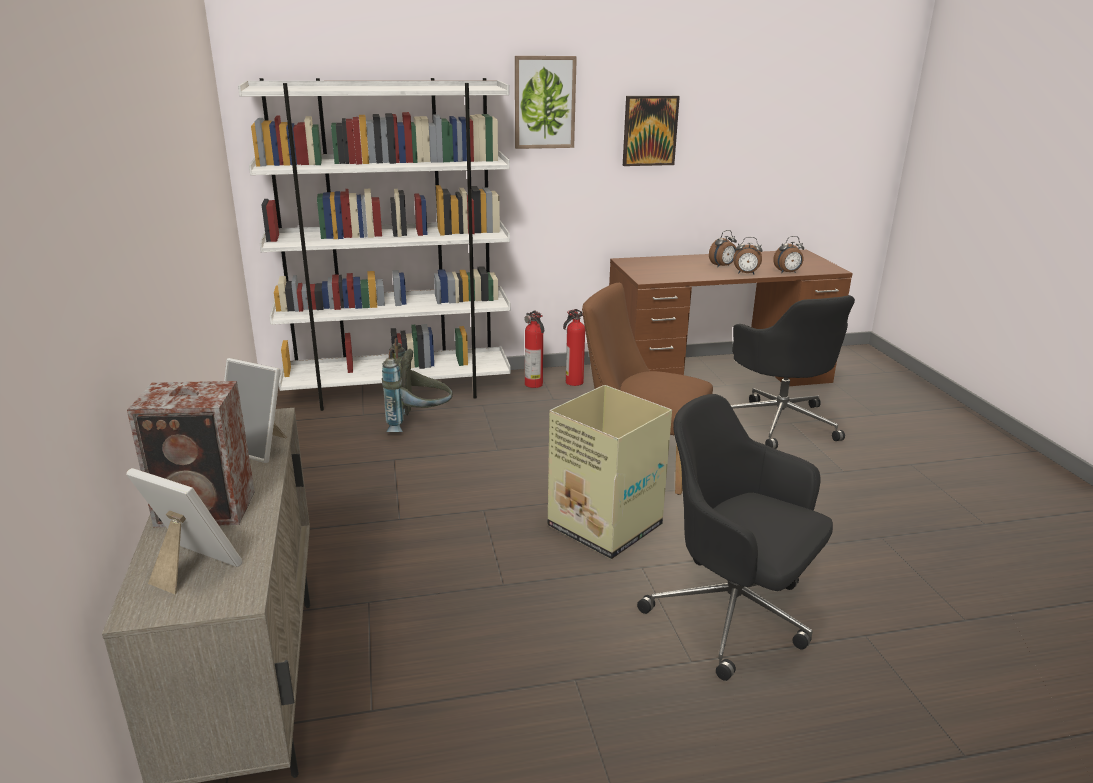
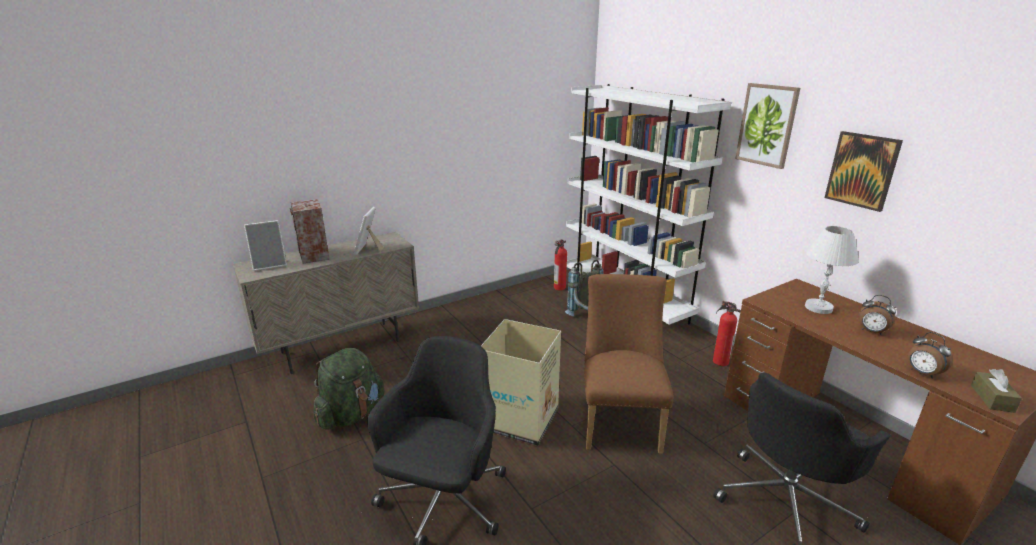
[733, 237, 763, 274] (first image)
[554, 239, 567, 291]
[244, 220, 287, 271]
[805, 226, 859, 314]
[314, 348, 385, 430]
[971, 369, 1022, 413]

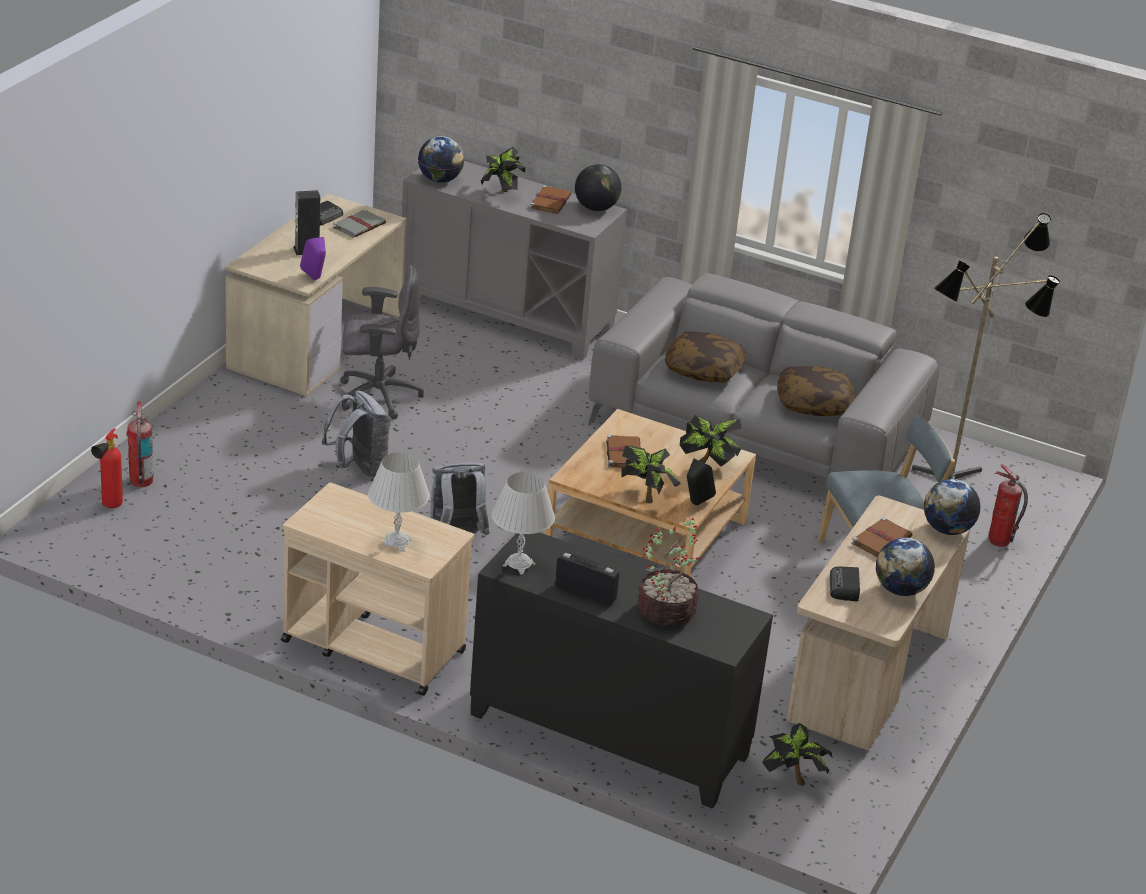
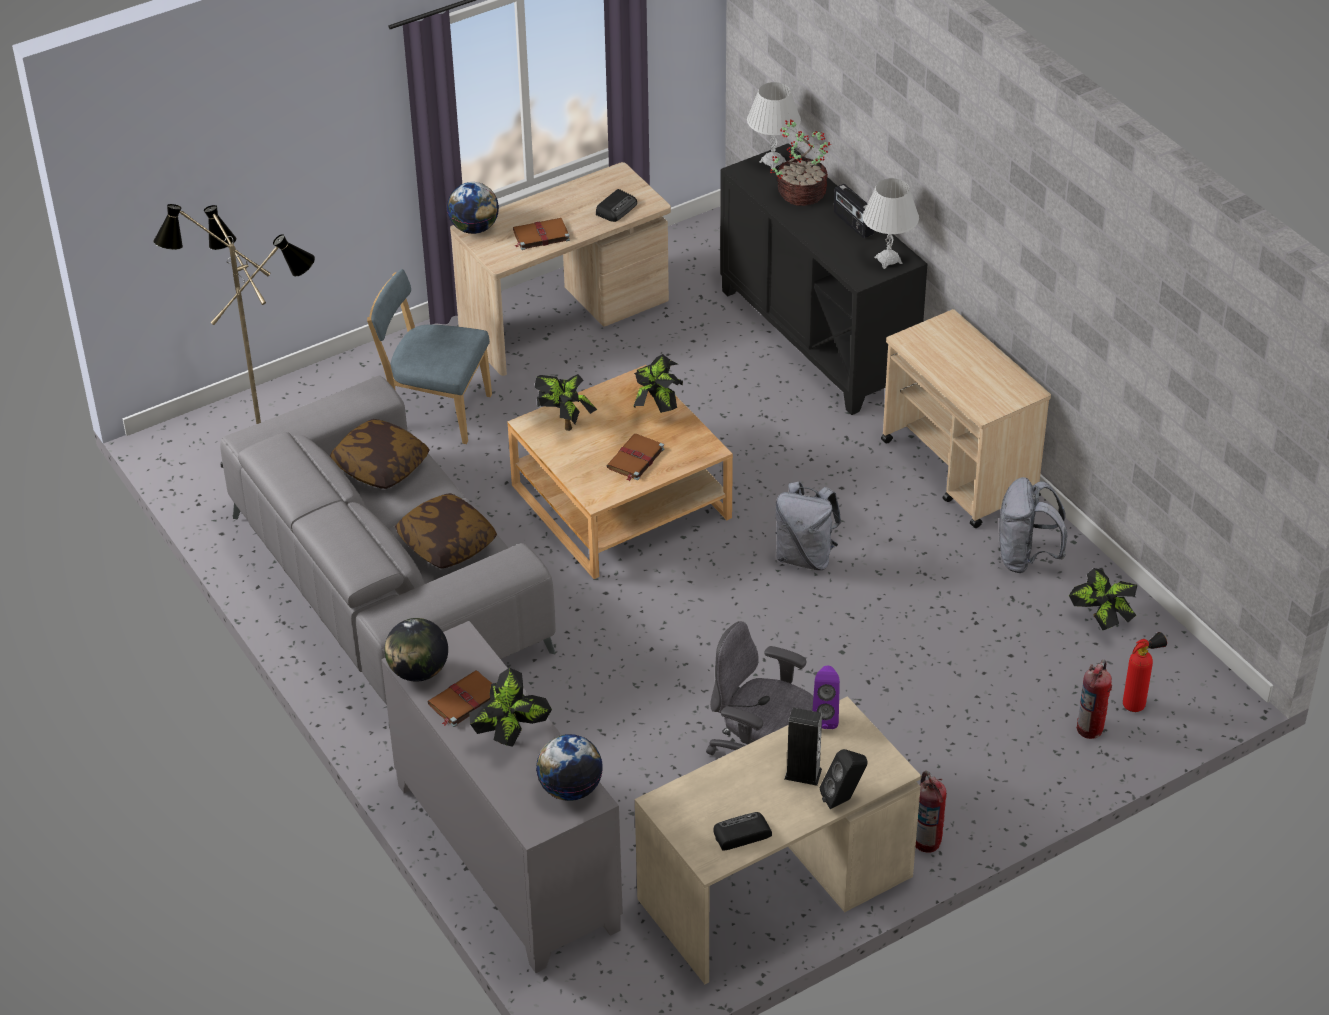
[333, 209, 386, 238] (first image)
[999, 477, 1067, 573]
[747, 82, 801, 169]
[820, 749, 867, 809]
[915, 771, 947, 853]
[876, 538, 935, 596] (first image)
[1069, 568, 1137, 630]

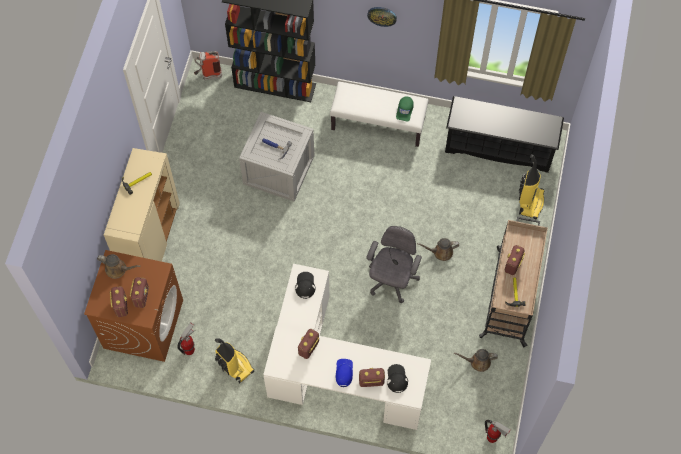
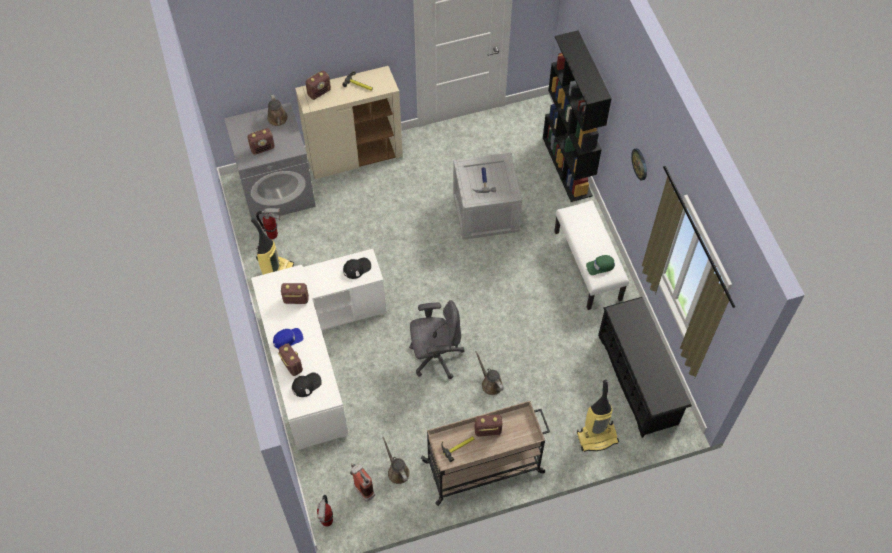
[350, 463, 375, 502]
[224, 102, 316, 222]
[305, 71, 331, 100]

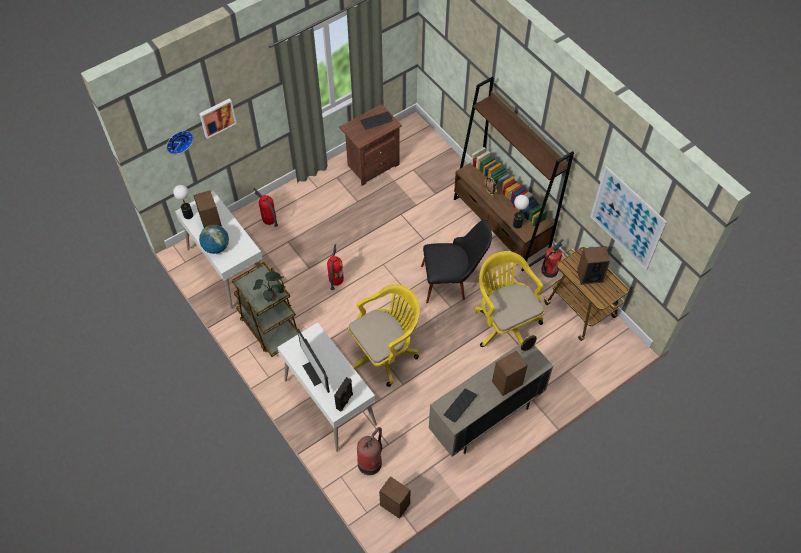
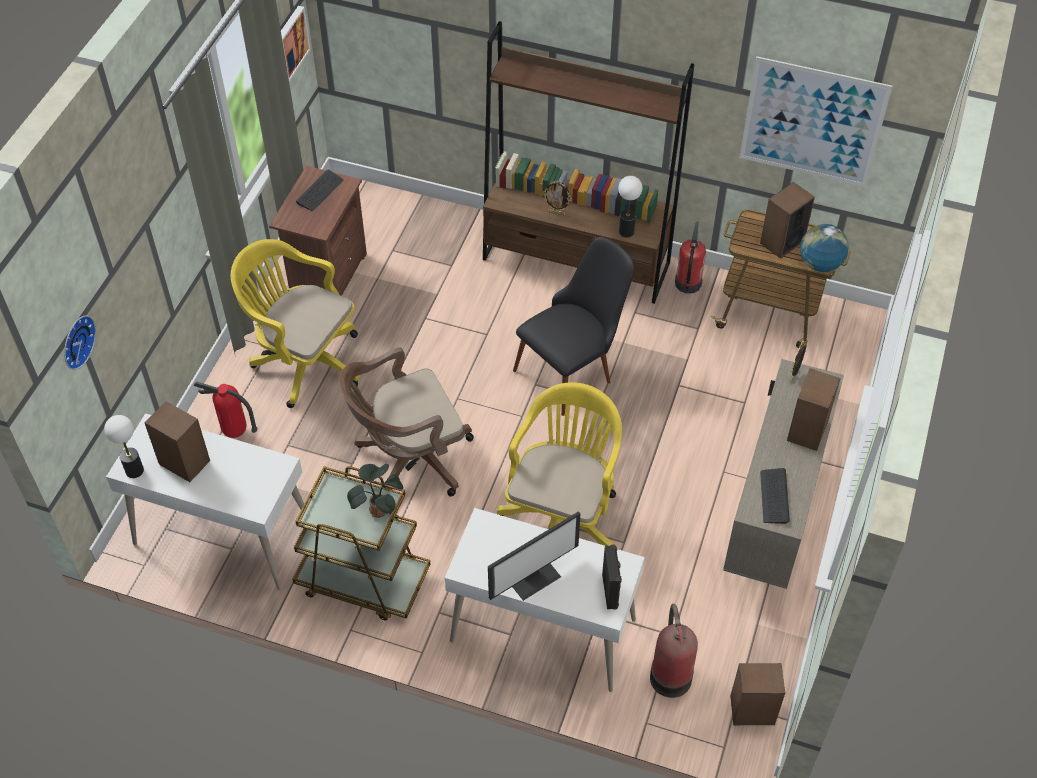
[281, 6, 311, 82]
[800, 224, 849, 272]
[339, 347, 474, 497]
[231, 239, 360, 408]
[488, 511, 581, 601]

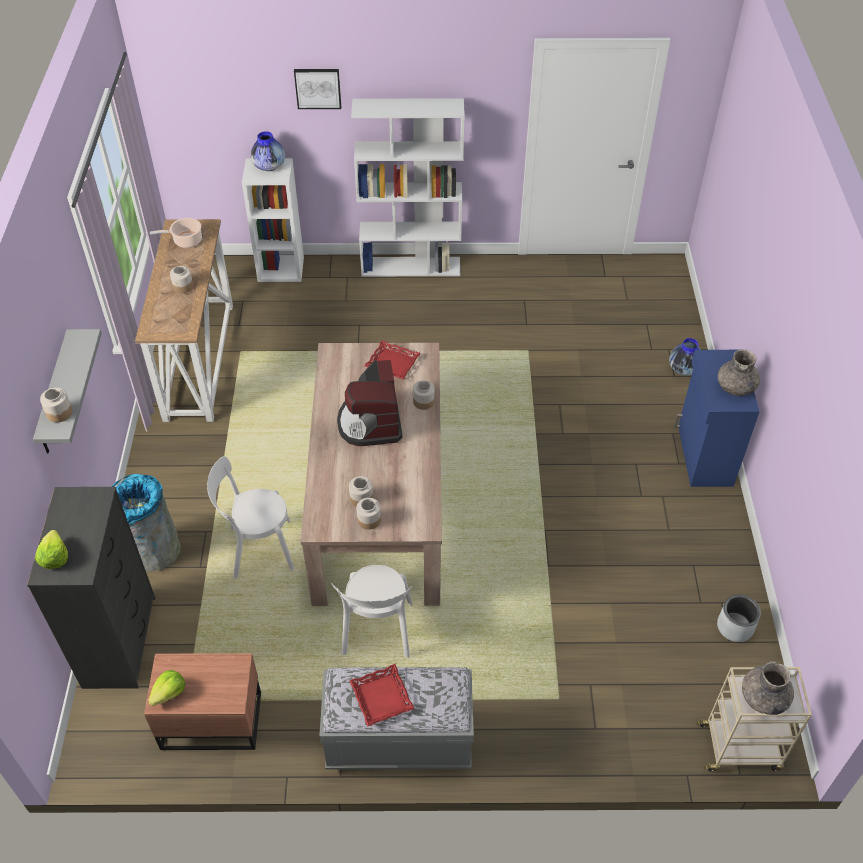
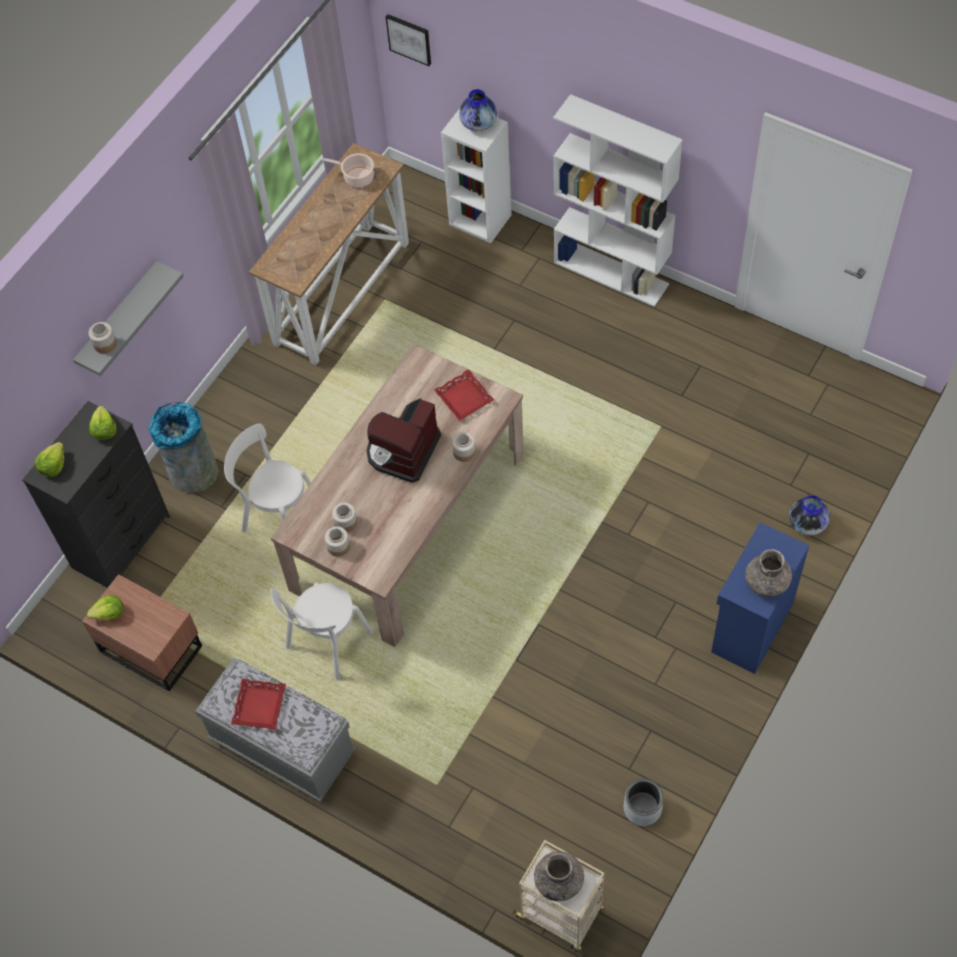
[386, 14, 431, 66]
[170, 266, 193, 293] (first image)
[89, 406, 116, 440]

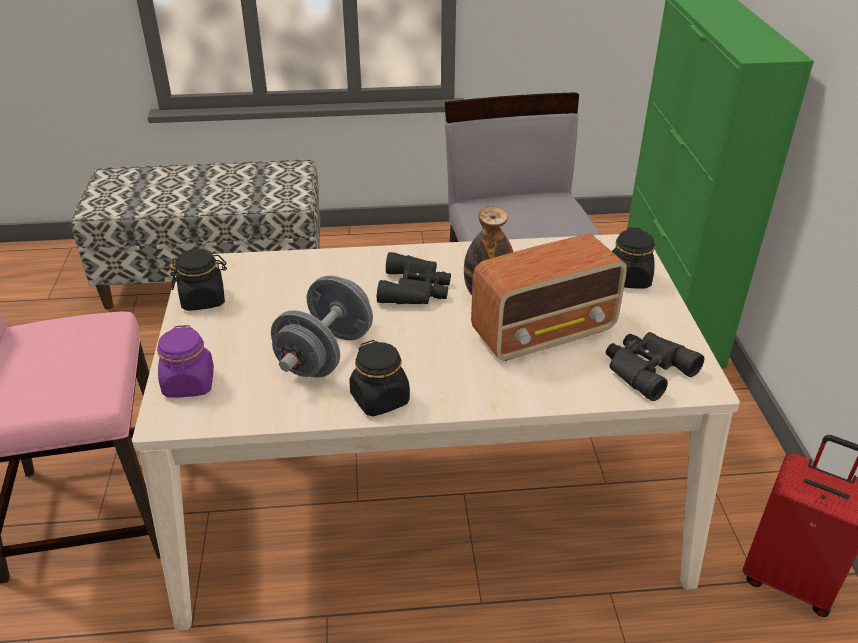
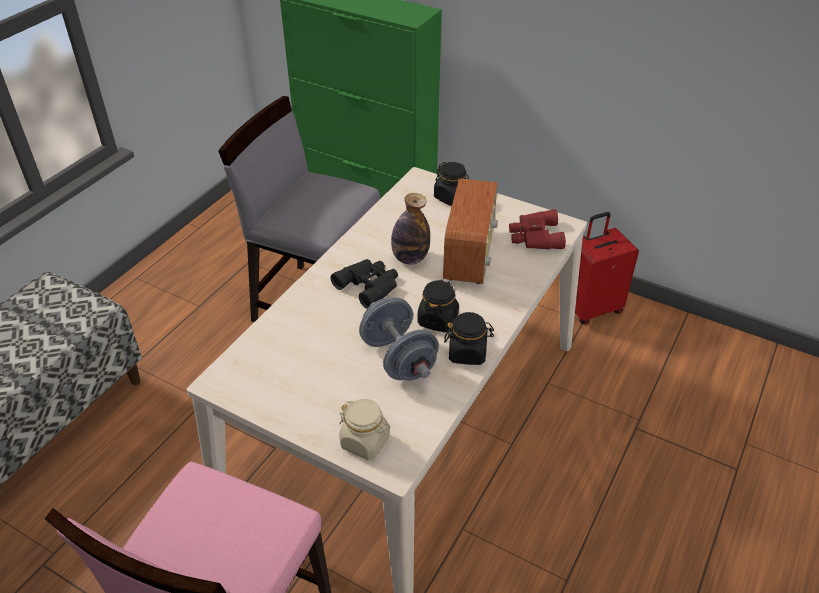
[417, 279, 459, 332]
[339, 399, 390, 460]
[509, 209, 566, 249]

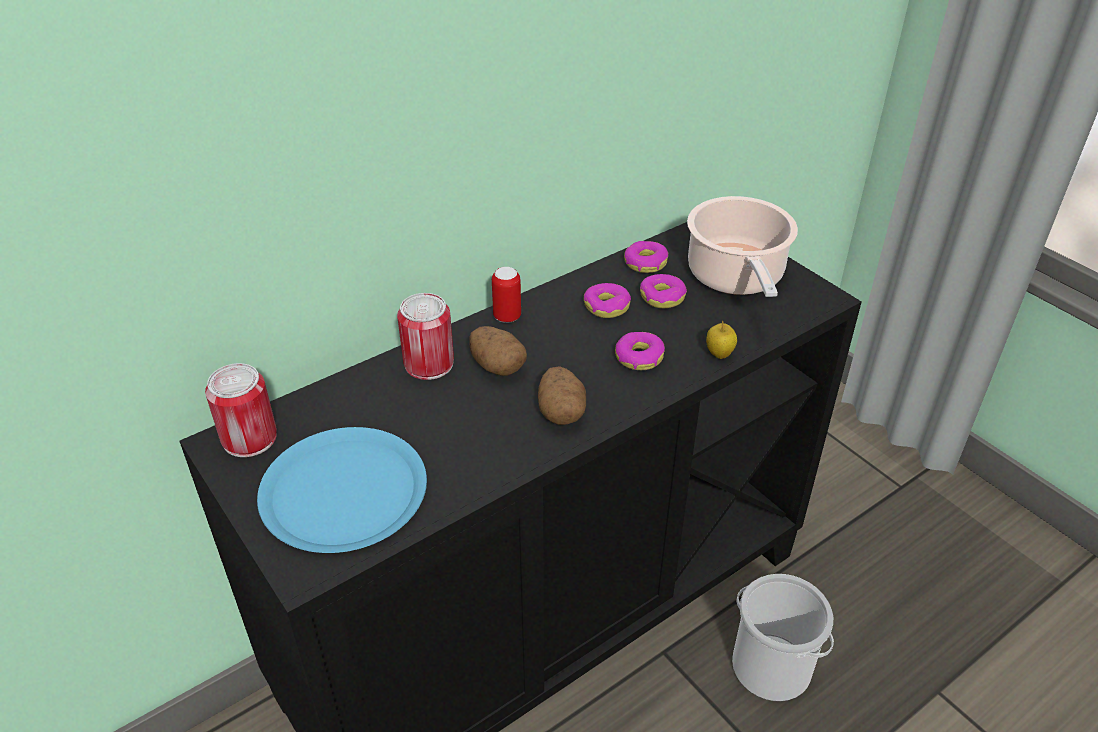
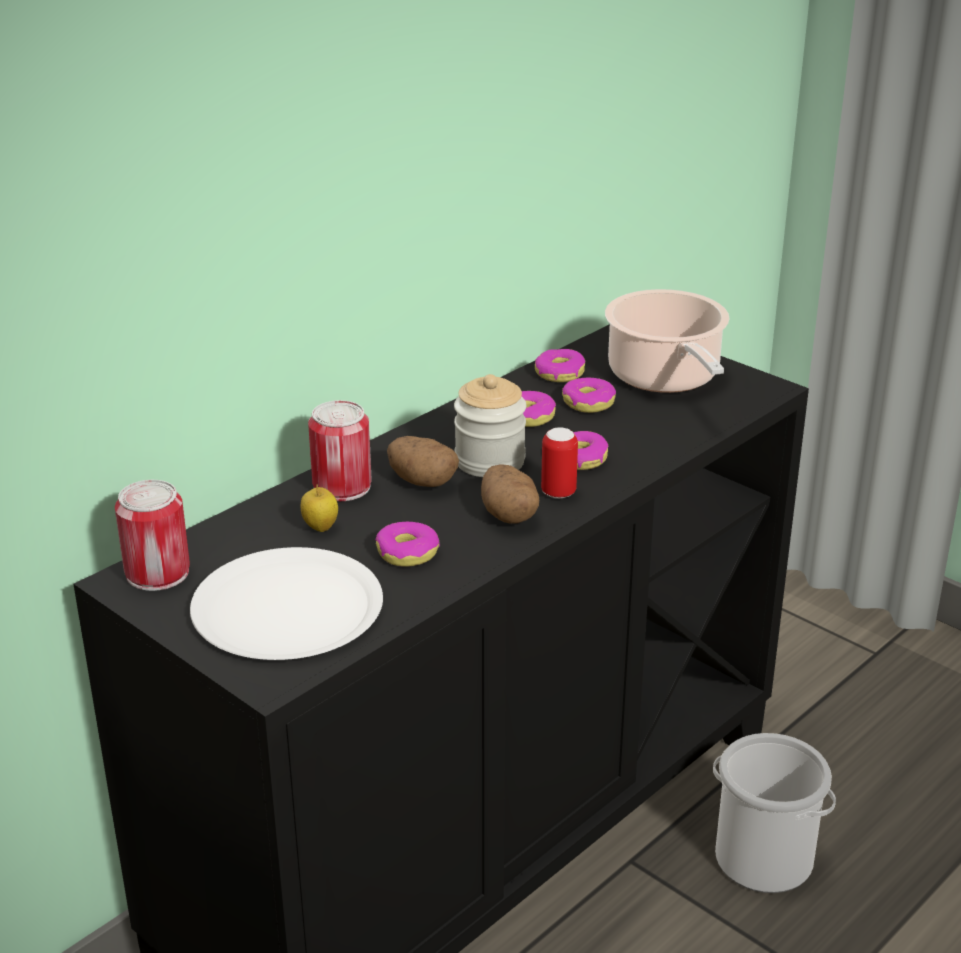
[541, 427, 578, 499]
[300, 484, 338, 532]
[190, 547, 383, 660]
[454, 374, 526, 477]
[376, 522, 440, 567]

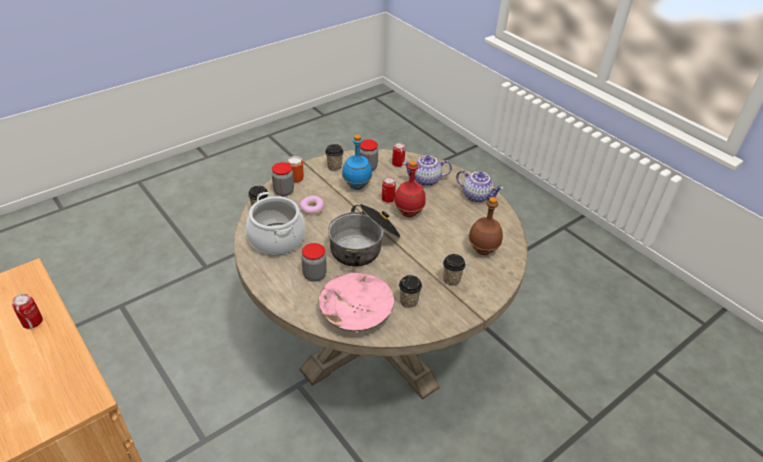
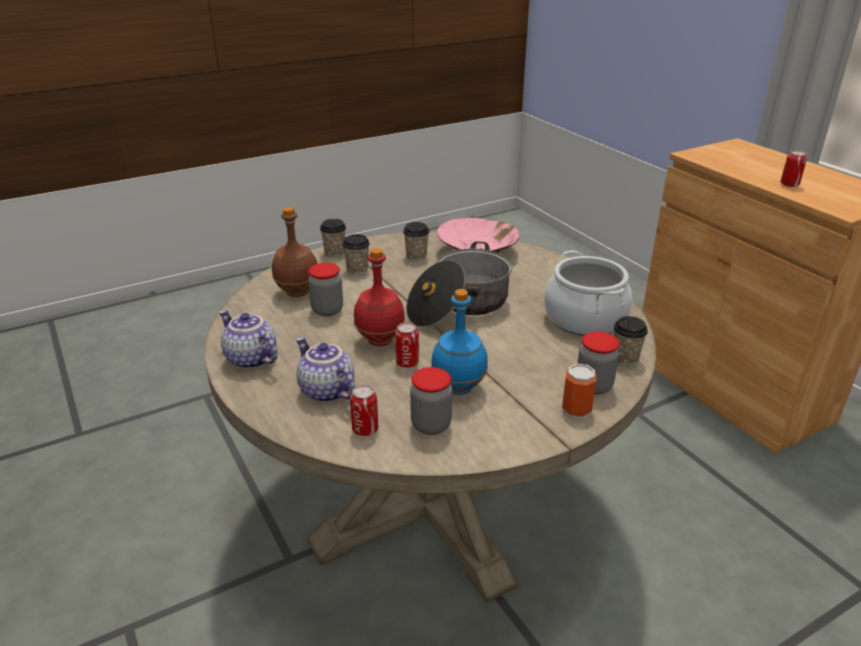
[320, 219, 346, 257]
[296, 337, 355, 402]
[299, 196, 324, 215] (first image)
[308, 263, 343, 316]

